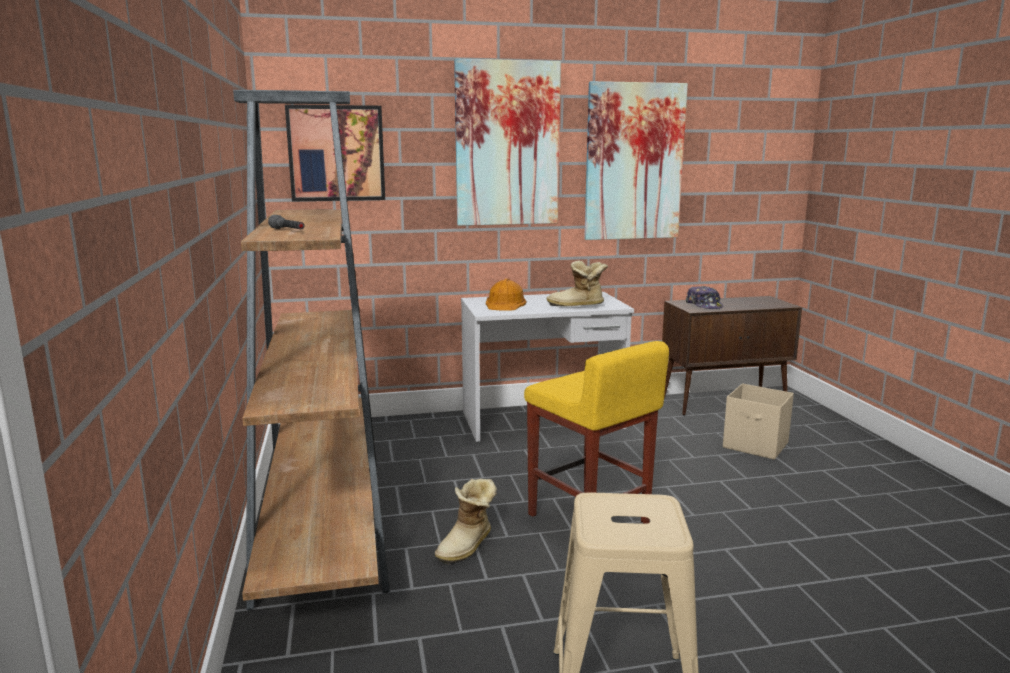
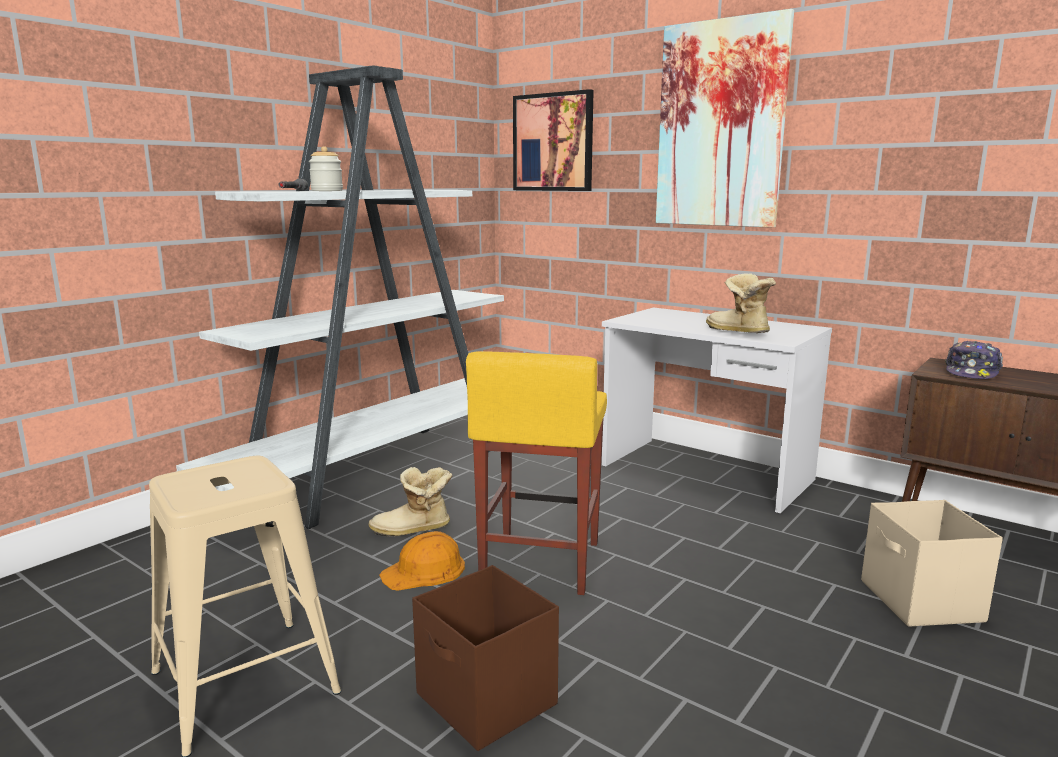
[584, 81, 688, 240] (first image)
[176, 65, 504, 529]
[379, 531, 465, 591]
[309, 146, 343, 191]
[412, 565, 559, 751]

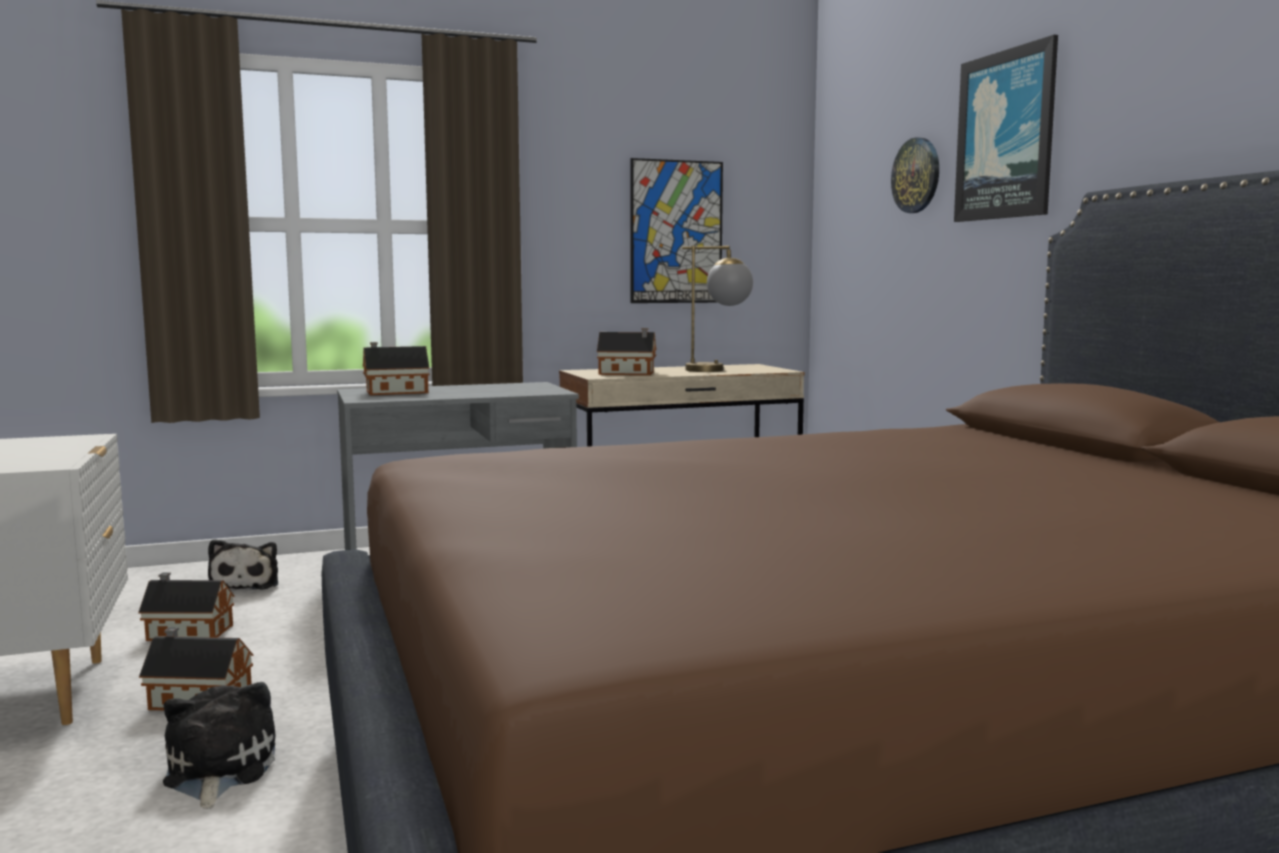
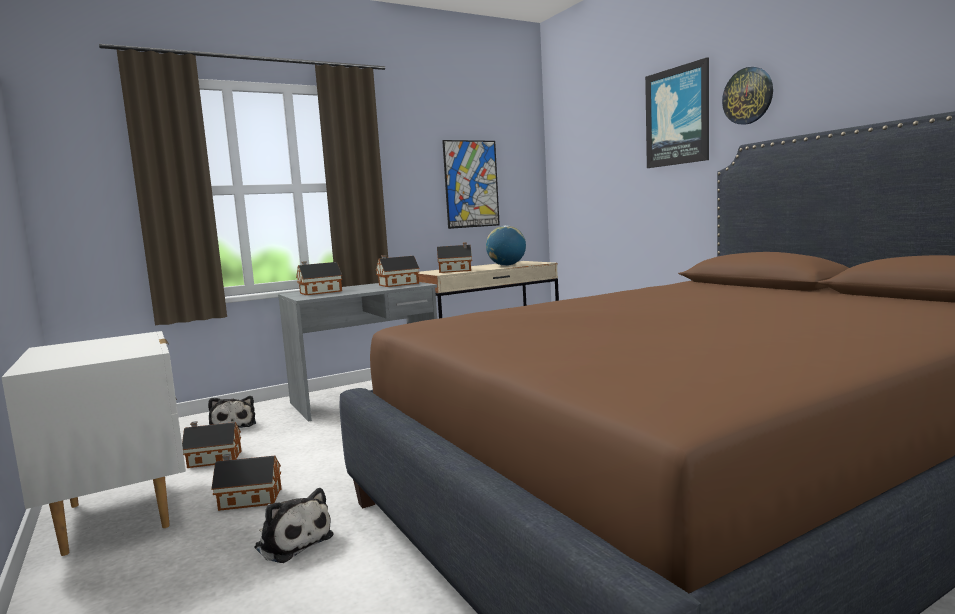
[722, 67, 773, 125]
[486, 226, 526, 266]
[254, 488, 334, 563]
[376, 255, 419, 287]

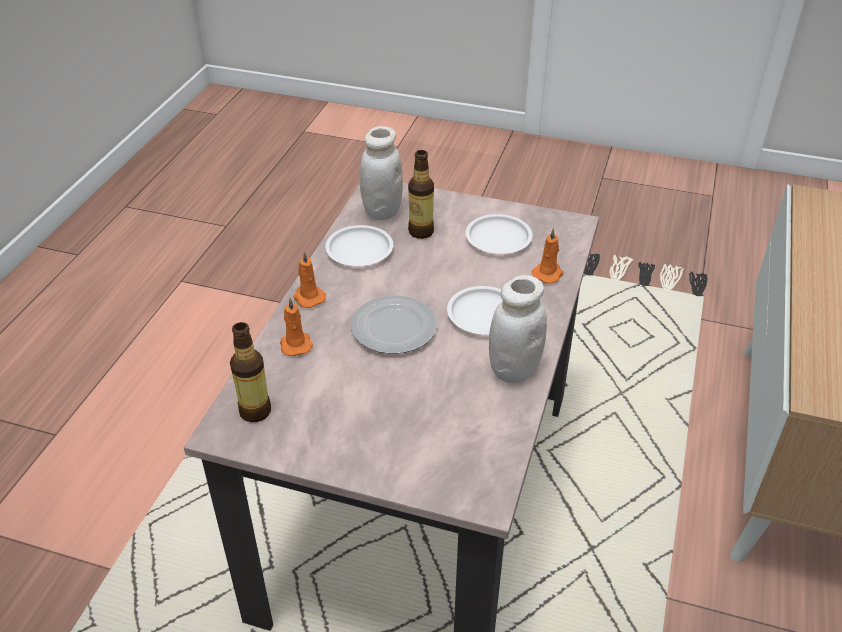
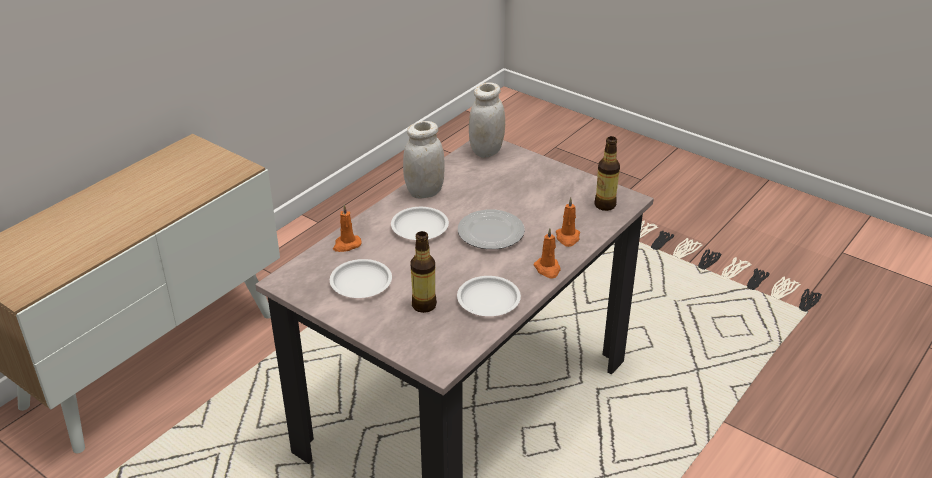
[469, 83, 505, 158]

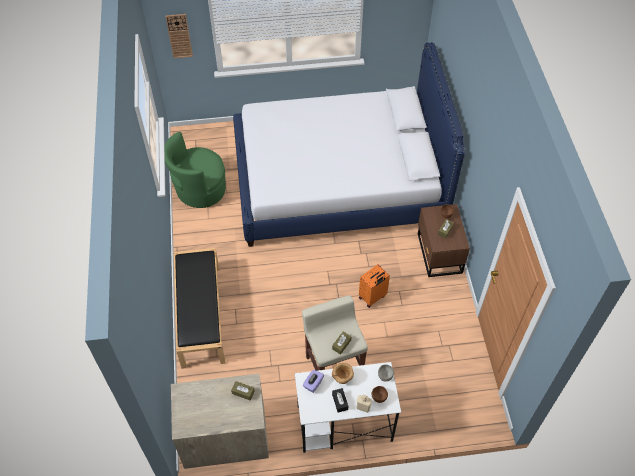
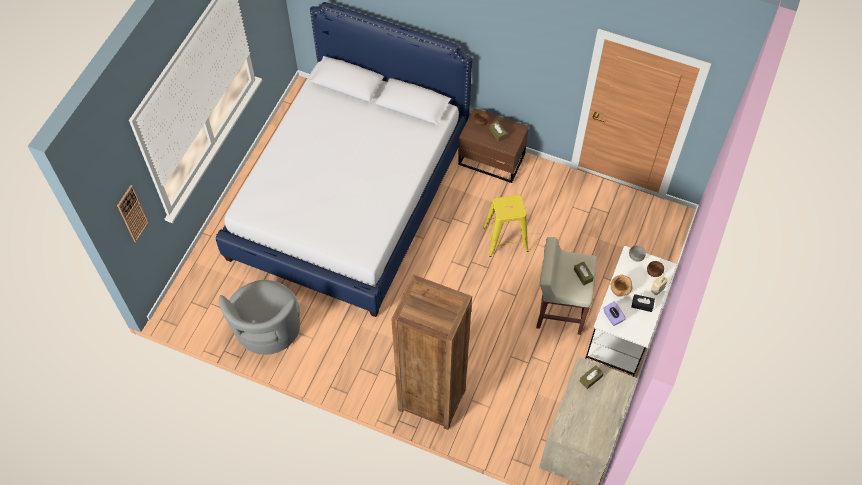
[219, 280, 300, 355]
[391, 274, 472, 430]
[483, 195, 528, 257]

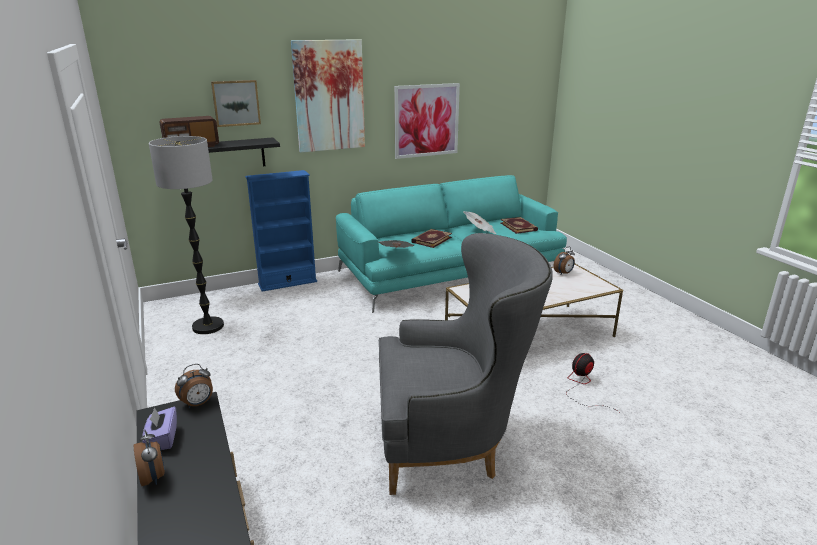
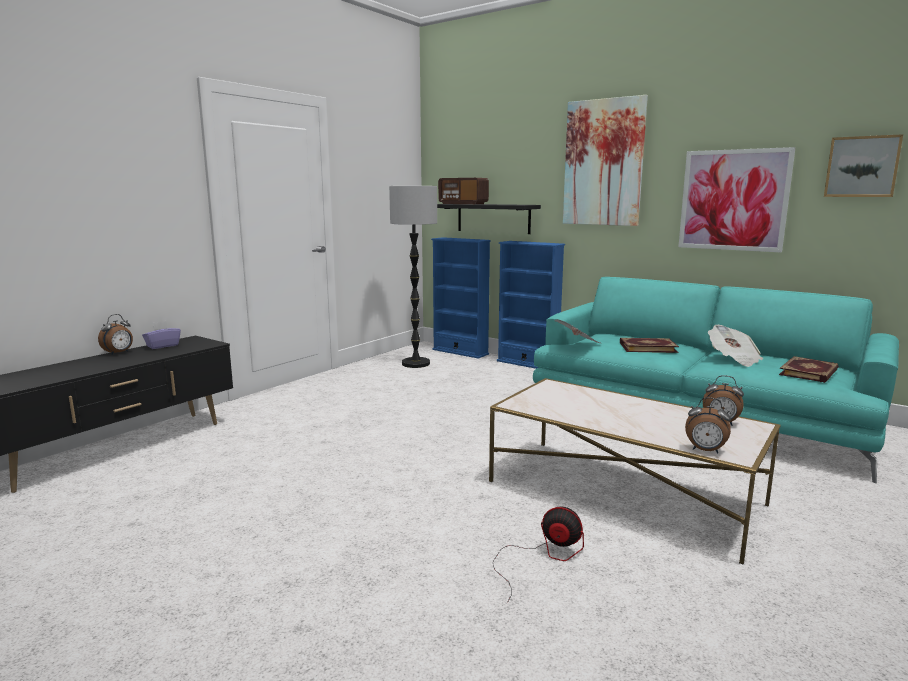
[824, 134, 903, 197]
[379, 233, 553, 495] (first image)
[685, 397, 731, 453]
[431, 237, 491, 359]

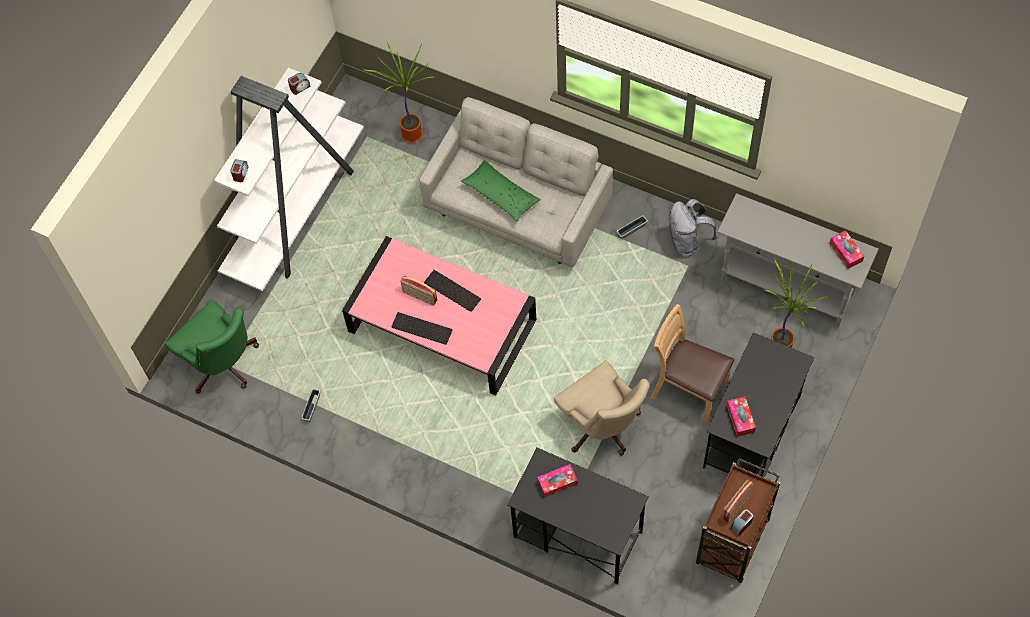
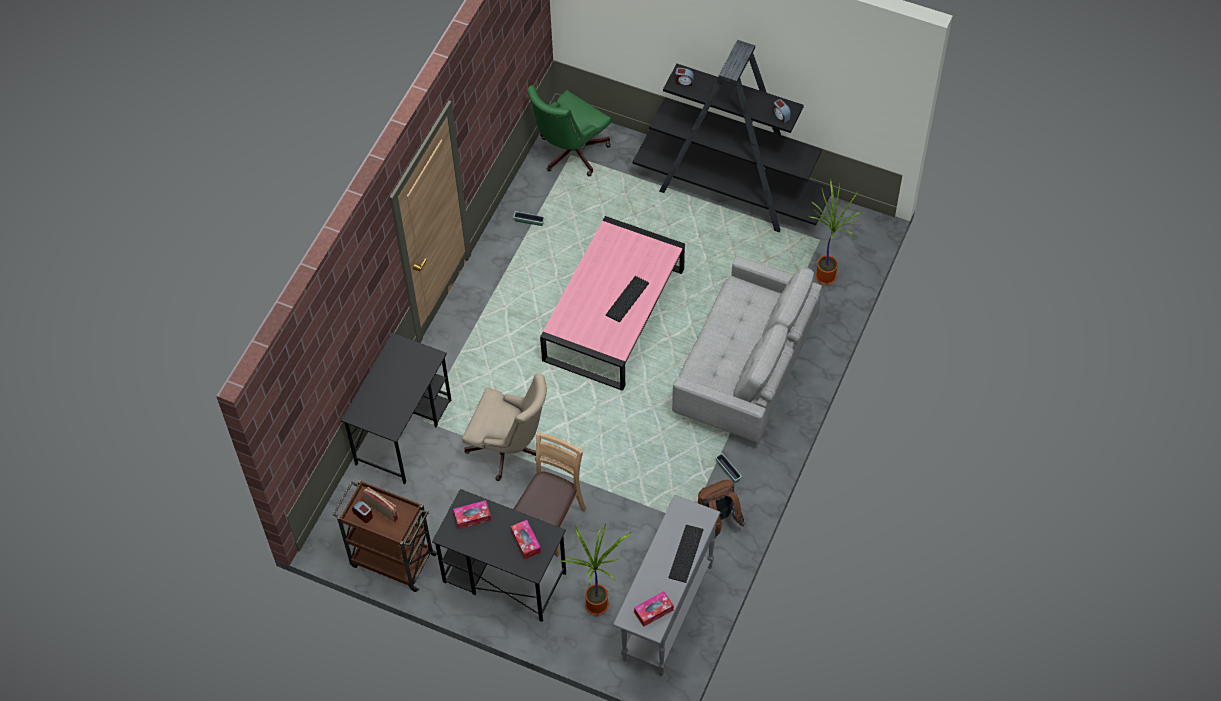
[633, 40, 831, 233]
[460, 160, 541, 222] (first image)
[698, 480, 745, 538]
[400, 276, 437, 306] (first image)
[668, 525, 704, 583]
[462, 373, 547, 481]
[511, 520, 541, 559]

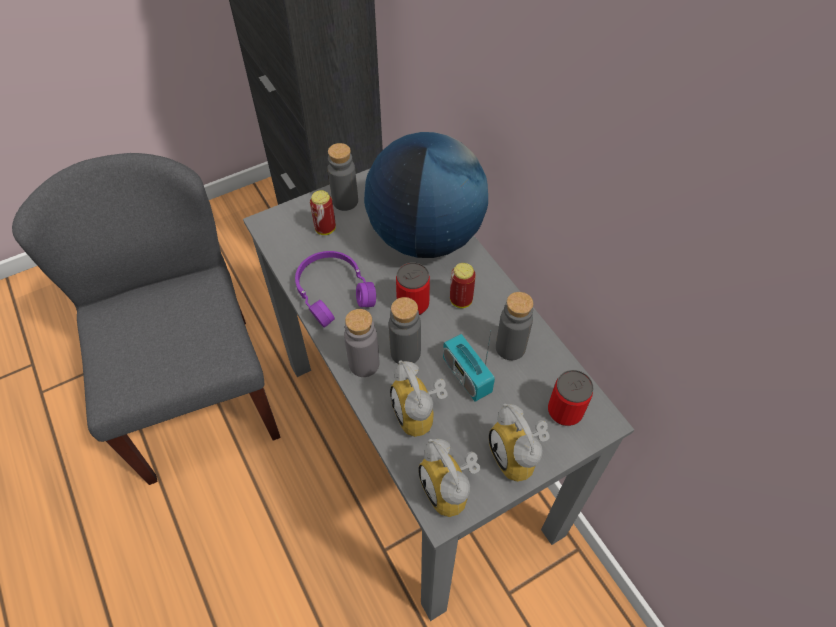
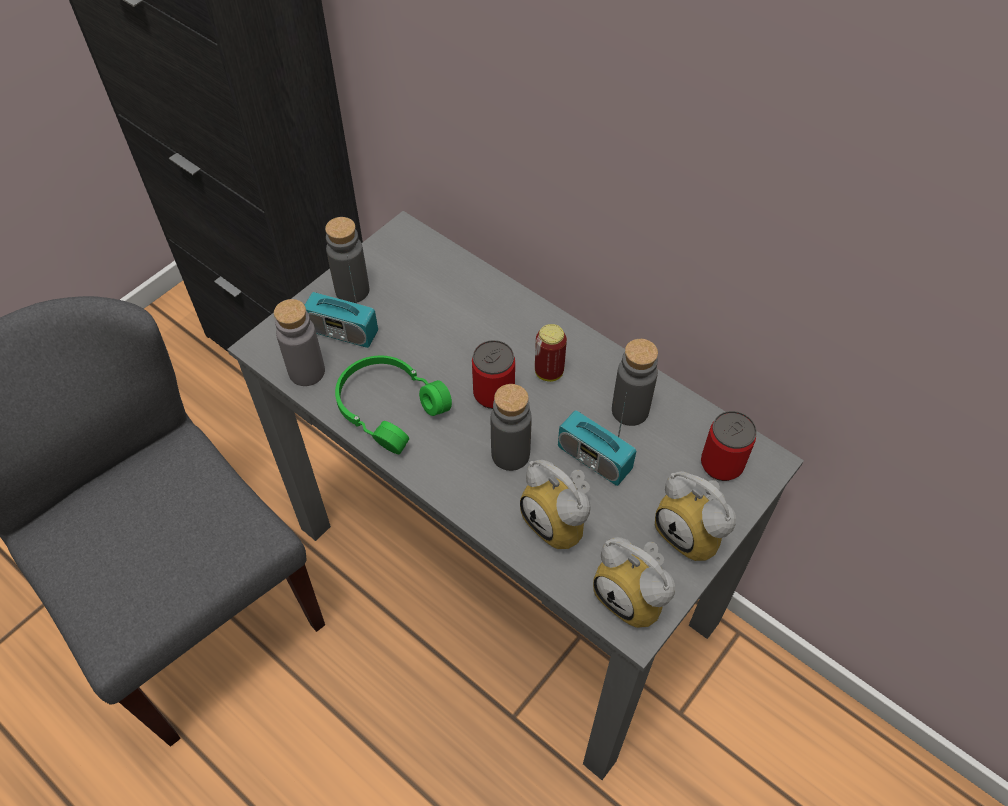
[364, 132, 488, 258] (first image)
[305, 257, 378, 348]
[335, 356, 452, 454]
[274, 299, 325, 386]

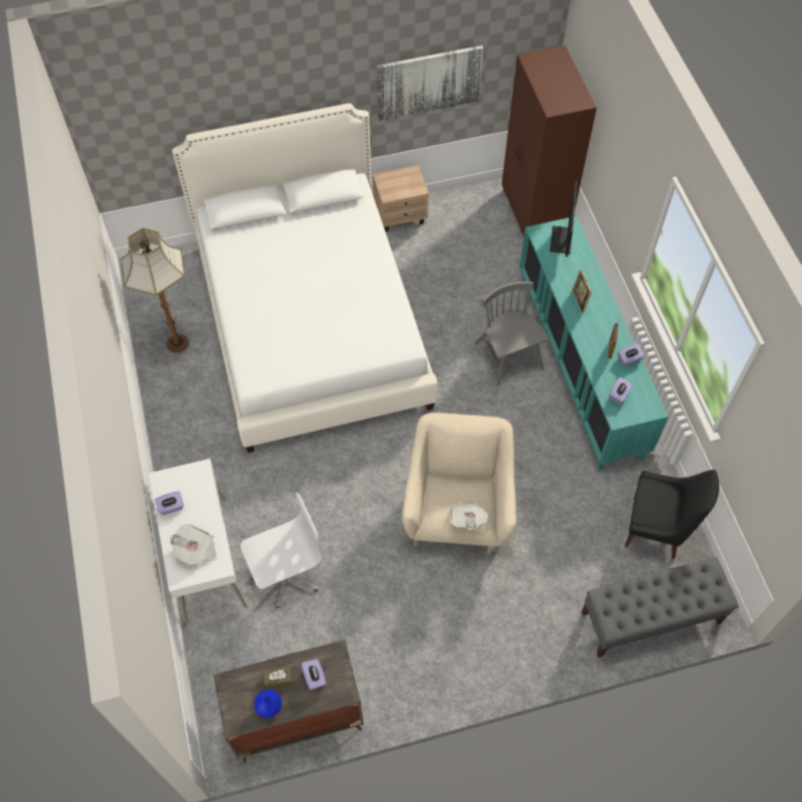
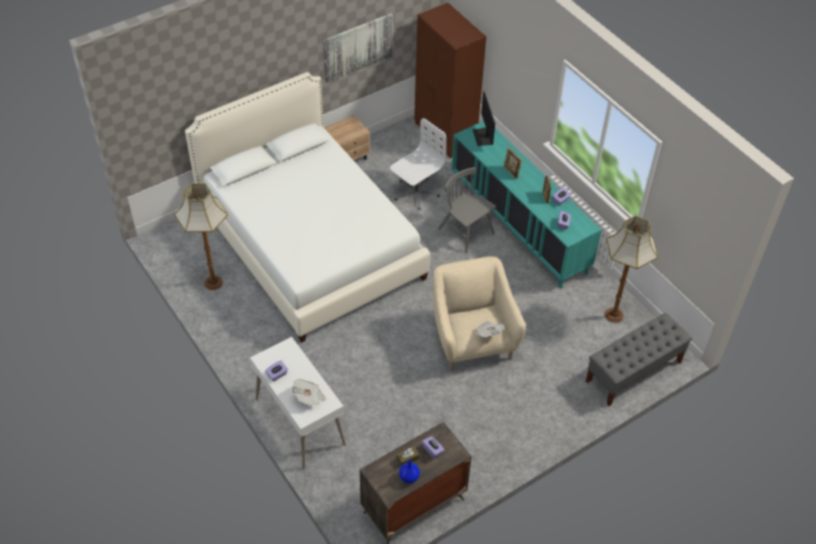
[605, 216, 658, 323]
[390, 118, 447, 210]

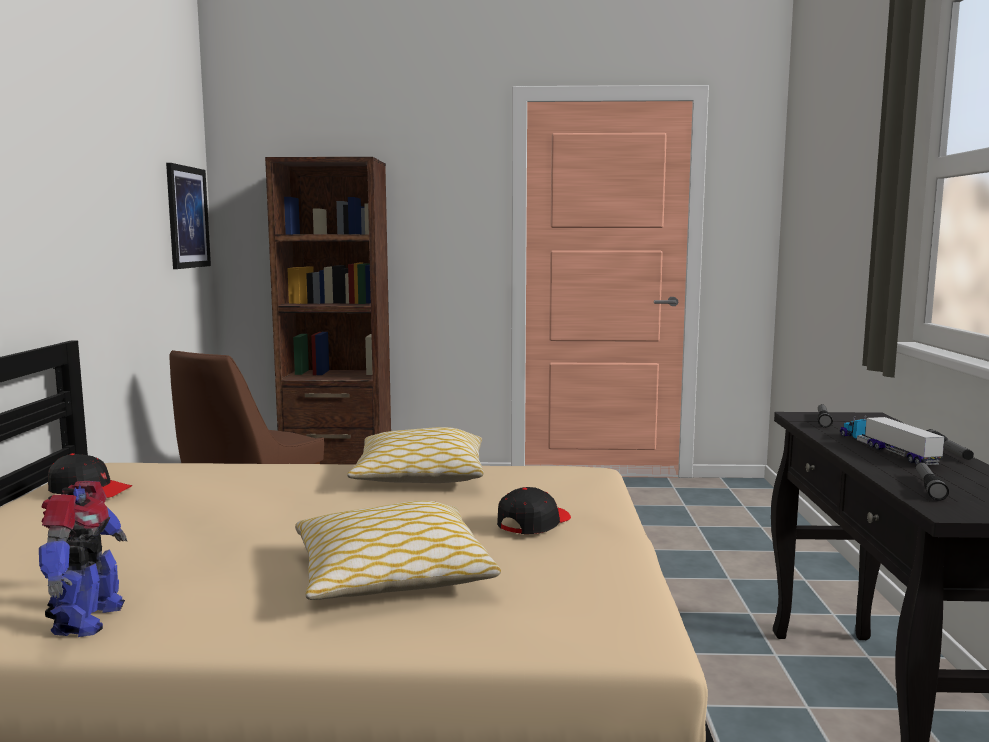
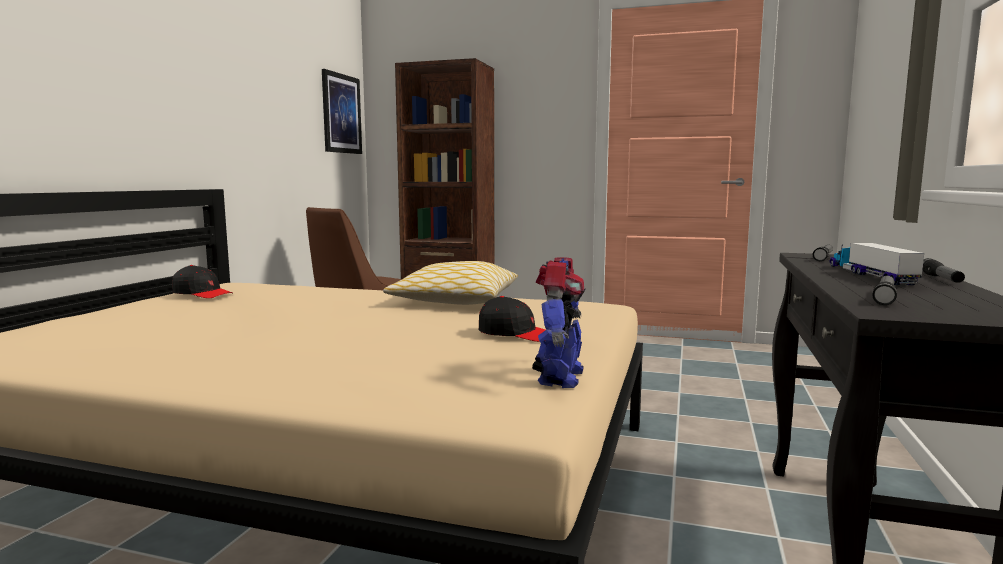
[532, 257, 585, 388]
[479, 296, 546, 342]
[295, 501, 501, 600] (first image)

